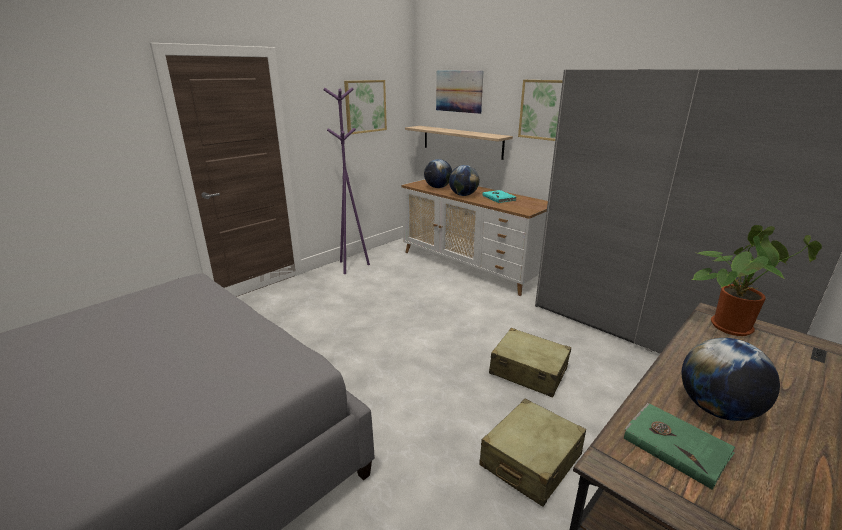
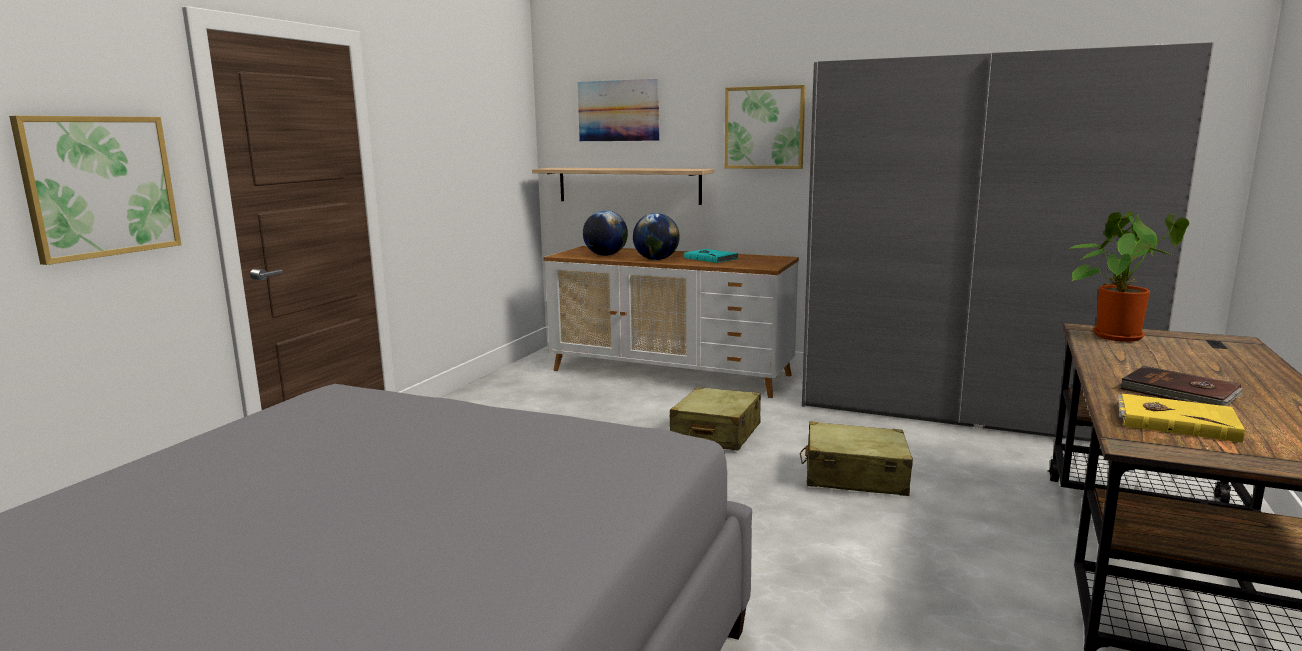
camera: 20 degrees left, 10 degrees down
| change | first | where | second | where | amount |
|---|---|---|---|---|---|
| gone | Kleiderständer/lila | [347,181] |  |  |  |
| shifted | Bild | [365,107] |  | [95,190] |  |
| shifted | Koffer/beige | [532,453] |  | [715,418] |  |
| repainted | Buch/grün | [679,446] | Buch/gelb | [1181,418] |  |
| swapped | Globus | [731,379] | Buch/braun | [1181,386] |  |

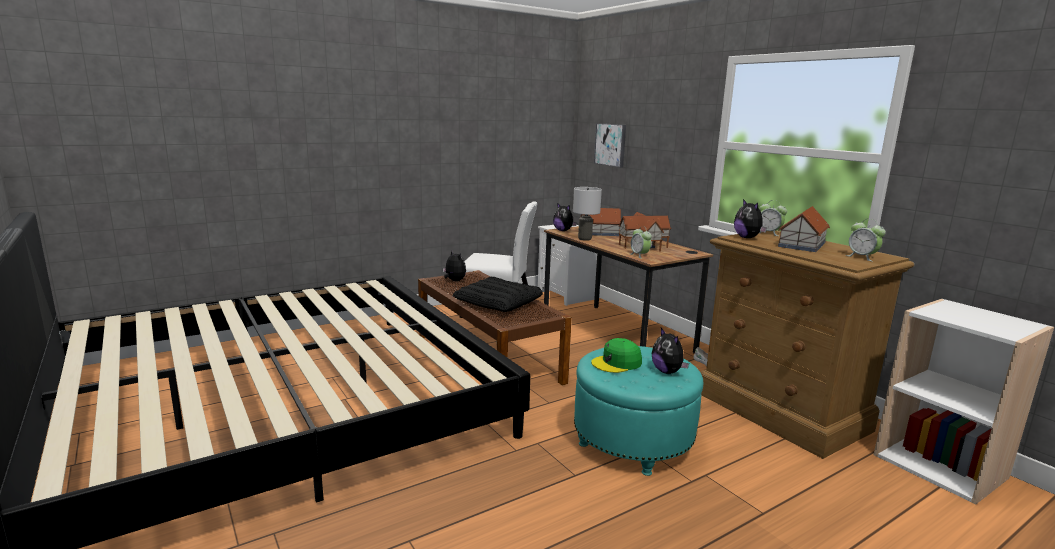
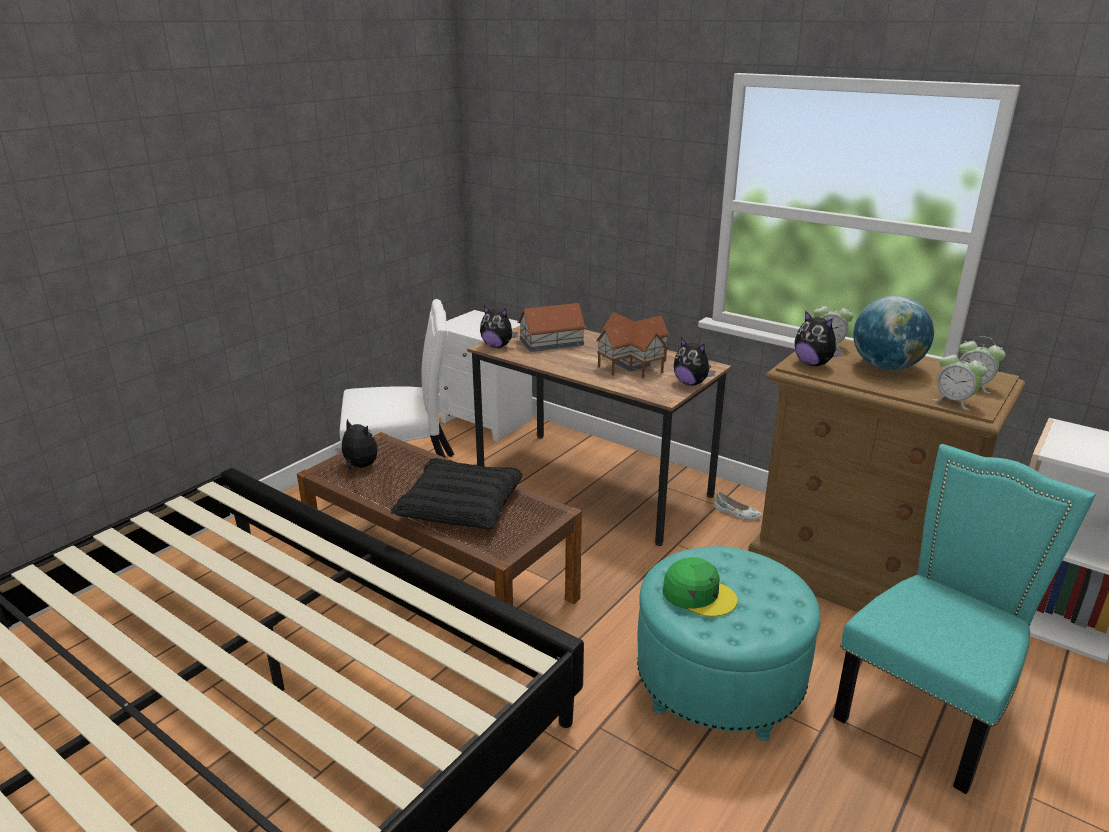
camera: 20 degrees left, 10 degrees up
| change | first | where | second | where | amount |
|---|---|---|---|---|---|
| gone | Tischlampe/weiß | [587,214] |  |  |  |
| rotated | Kappe/grün | [616,355] |  | [700,587] | 105 degrees counterclockwise |
| gone | Bild | [610,145] |  |  |  |
| shifted | Wecker | [641,242] |  | [959,380] |  |
| shifted | Plüschtier | [670,351] |  | [694,361] |  |
| swapped | Spielzeughaus | [804,229] | Globus | [893,333] |  |
| new |  |  | Stuhl/türkis | [964,619] |  |

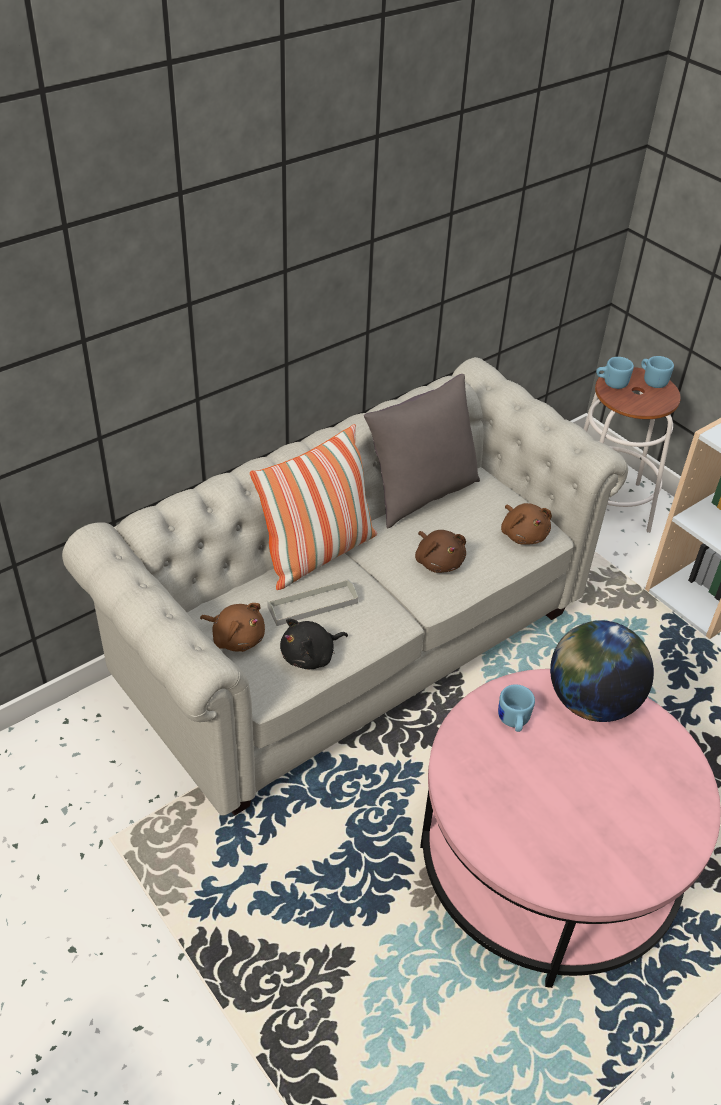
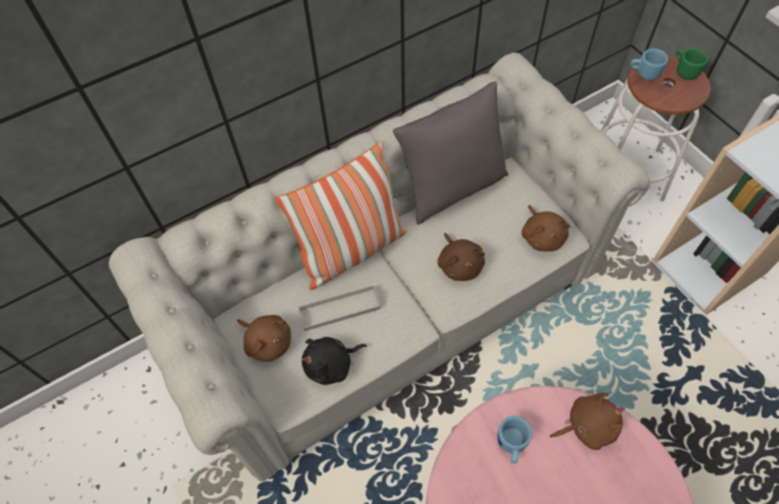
camera: 10 degrees right, 15 degrees up
| change | first | where | second | where | amount |
|---|---|---|---|---|---|
| swapped | Globus | [602,671] | Plüschtier/braun | [587,421] |  |
| repainted | Henkelbecher/blau | [657,372] | Henkelbecher/grün | [692,64] |  |

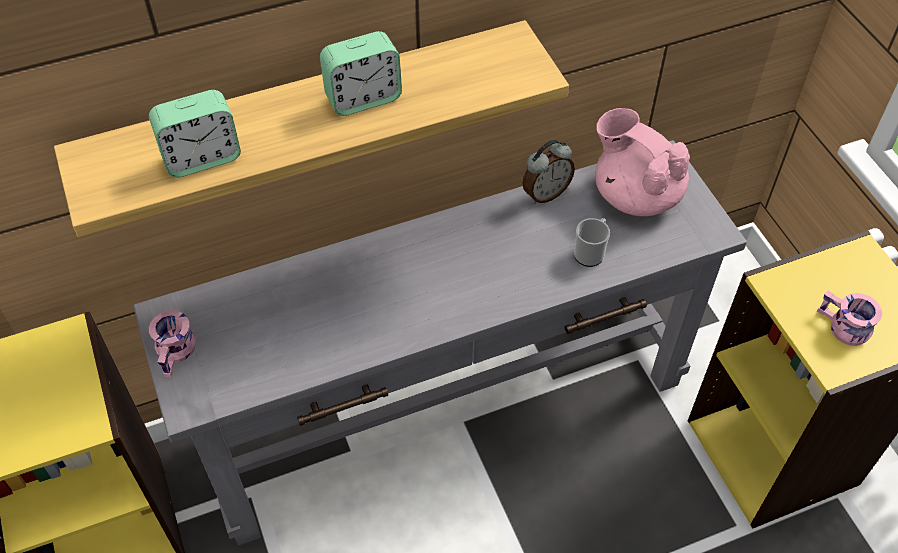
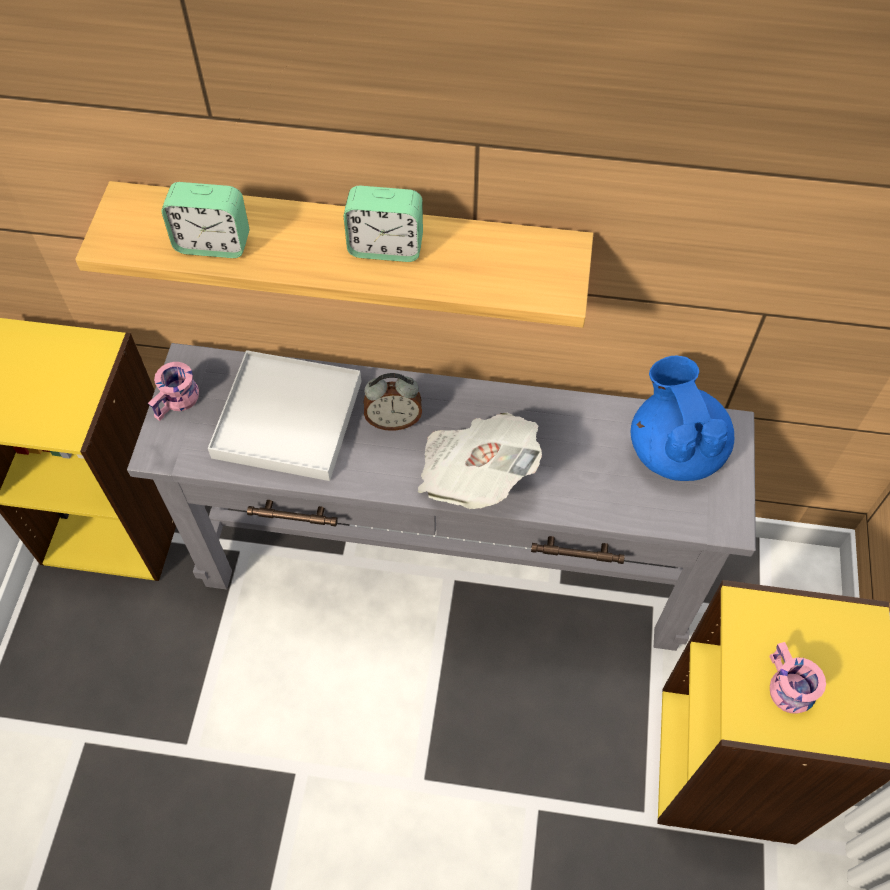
camera: 30 degrees right, 5 degrees up
| change | first | where | second | where | amount |
|---|---|---|---|---|---|
| shifted | Wecker | [548,172] |  | [393,402] |  |
| gone | Henkelbecher | [592,242] |  |  |  |
| repainted | Teekanne/rosa | [642,162] | Teekanne/blau | [682,418] |  |
| new |  |  | Tablett/weiß | [284,415] |  |
| new |  |  | Zeitung | [480,460] |  |

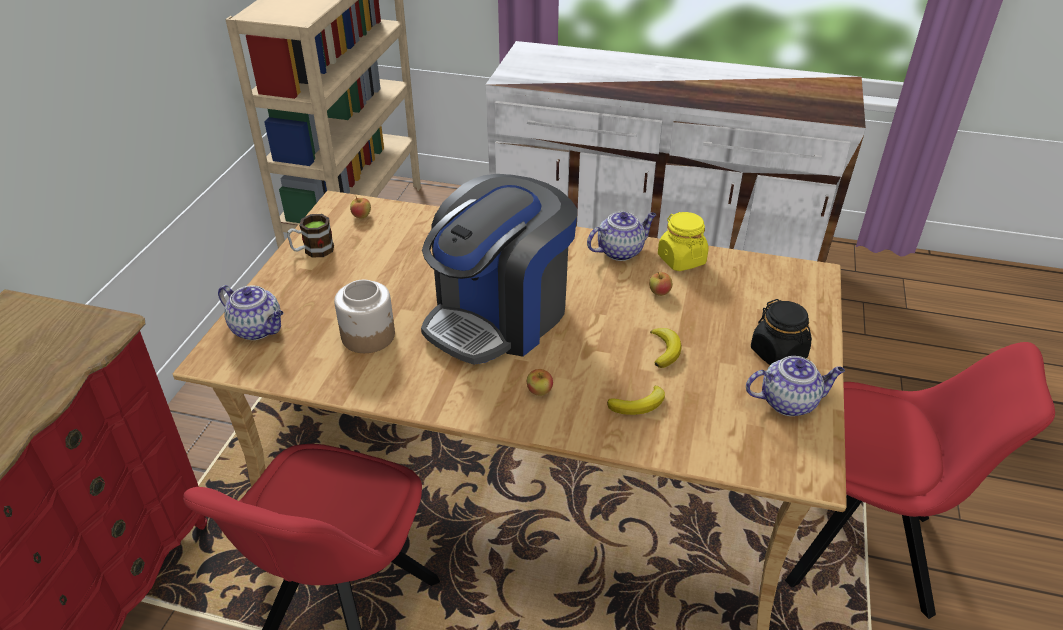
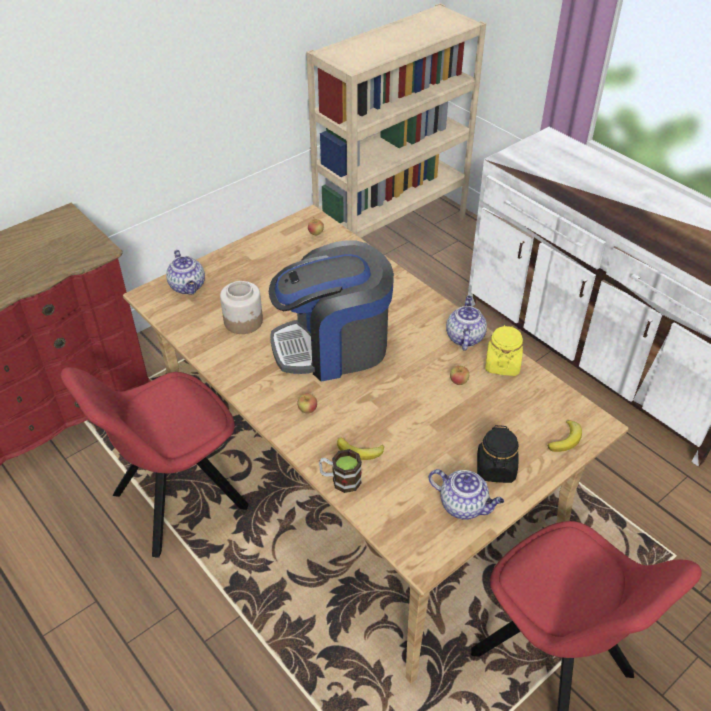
camera: 35 degrees right, 5 degrees up
| change | first | where | second | where | amount |
|---|---|---|---|---|---|
| shifted | Henkelbecher | [310,235] |  | [340,471] |  |
| rotated | Teekanne | [622,236] |  | [466,322] | 90 degrees counterclockwise |
| shifted | Banane | [665,348] |  | [565,436] |  |

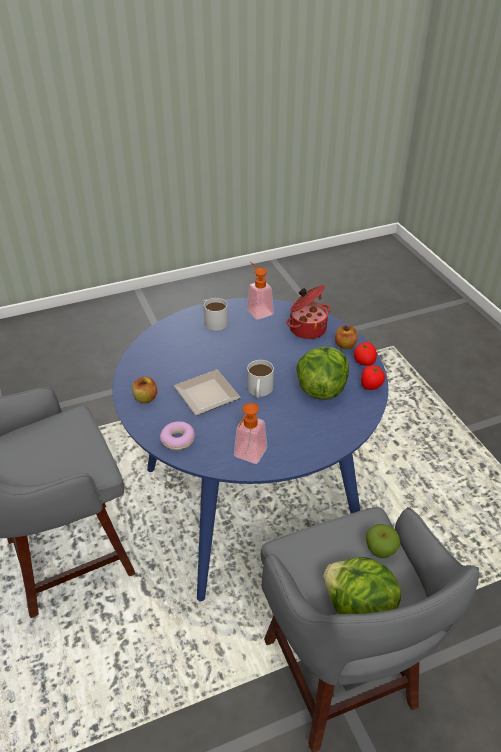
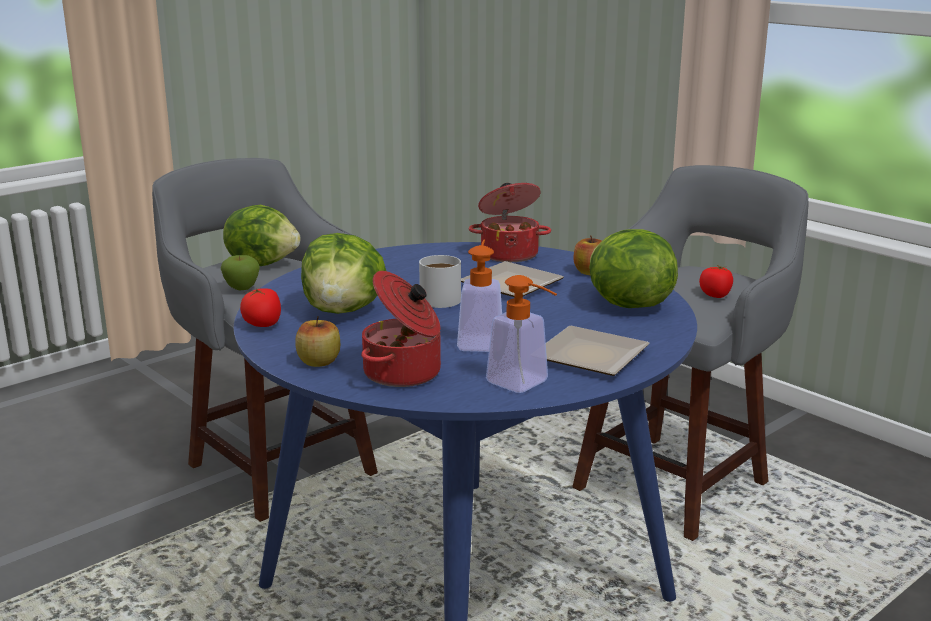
camera: 160 degrees right, 20 degrees down
| change | first | where | second | where | amount |
|---|---|---|---|---|---|
| swapped | Donut | [177,435] | Kochtopf | [510,222] |  |
| swapped | Henkelbecher/weiß | [215,314] | Teller | [598,351] |  |
| shifted | Seifenspender | [250,433] |  | [479,296] |  |
| shifted | Tomate | [365,354] |  | [716,281] |  |
| new |  |  | Salatkopf | [633,268] |  |

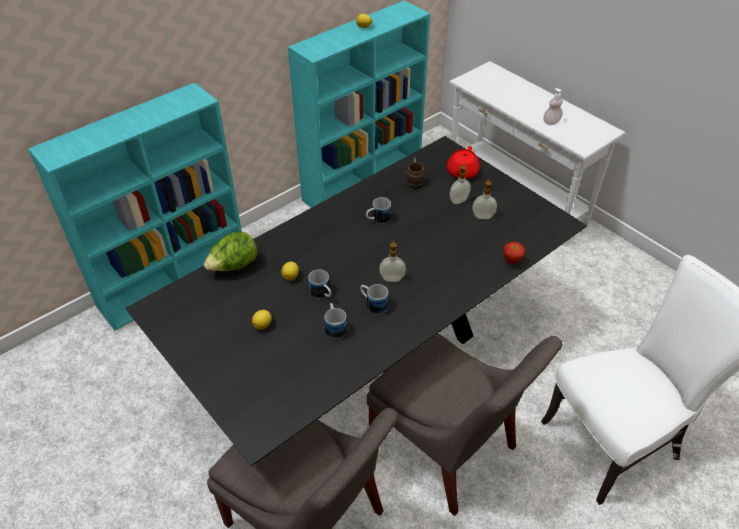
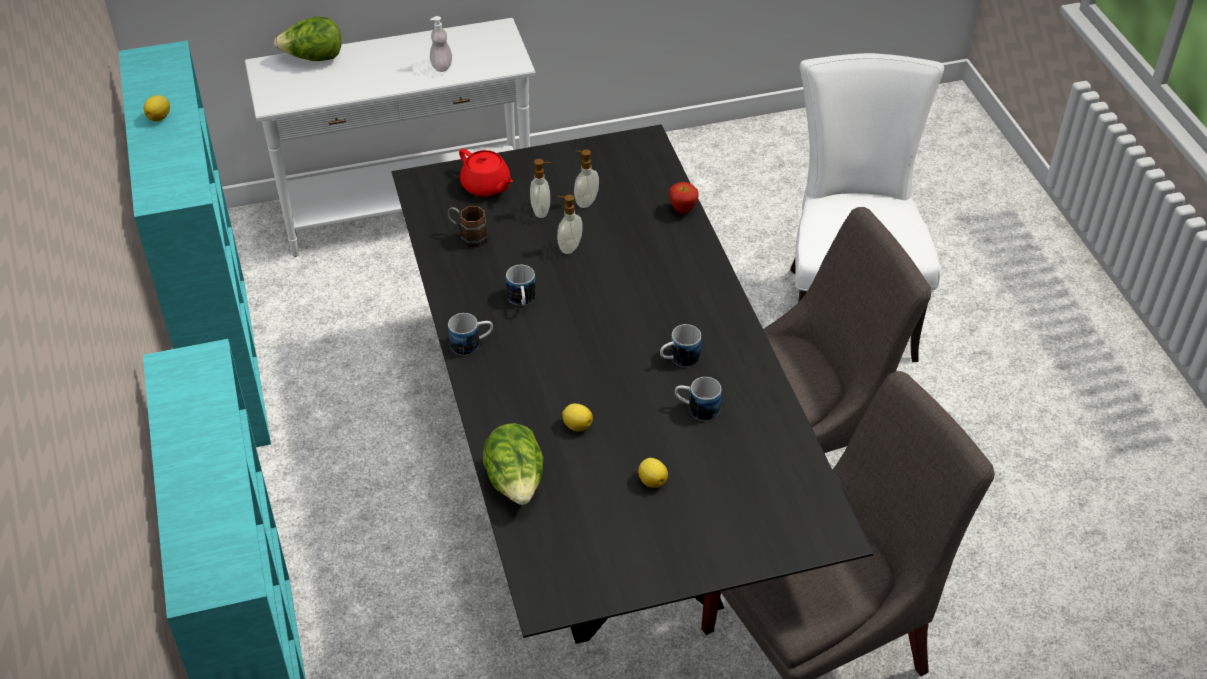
camera: 65 degrees left, 0 degrees up
| change | first | where | second | where | amount |
|---|---|---|---|---|---|
| shifted | Henkelbecher | [319,284] |  | [470,334] |  |
| shifted | Seifenspender | [392,261] |  | [570,224] |  |
| new |  |  | Salatkopf | [307,39] |  |

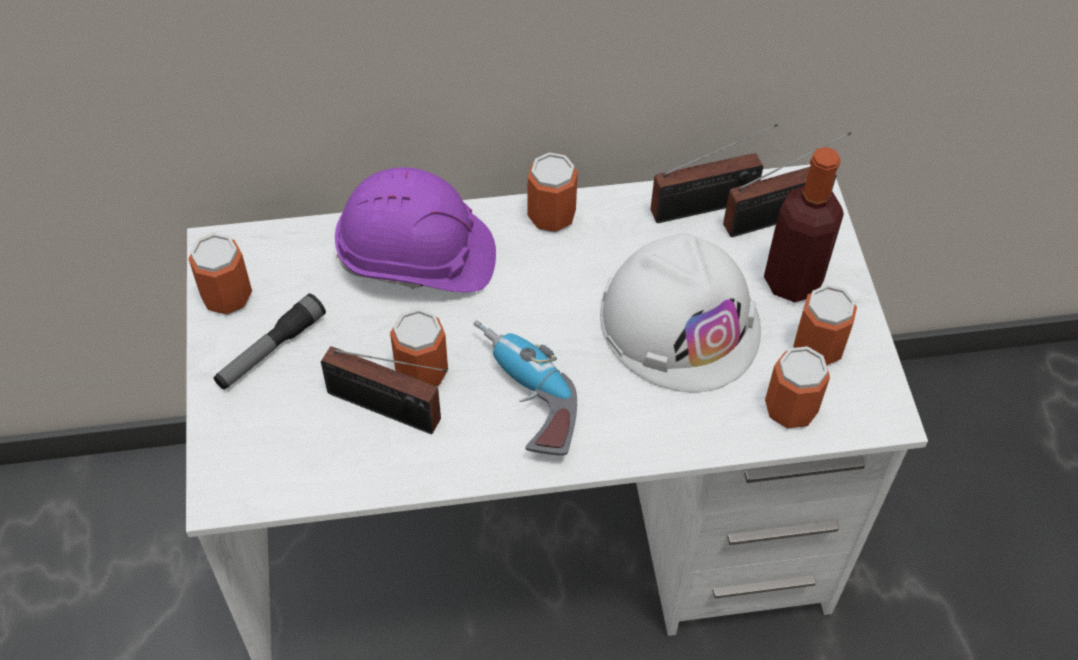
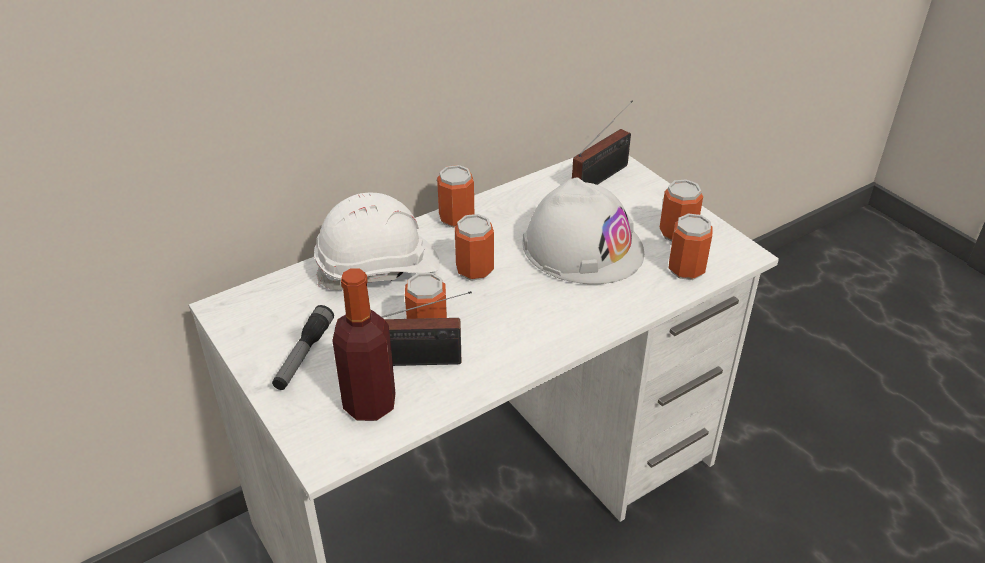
camera: 25 degrees left, 15 degrees down
| change | first | where | second | where | amount |
|---|---|---|---|---|---|
| shifted | Dose | [220,274] |  | [474,247] |  |
| repainted | Schutzhelm/lila | [415,229] | Schutzhelm/weiß | [377,241] |  |
| gone | Bohrmaschine | [525,388] |  |  |  |
| gone | Radio | [714,173] |  |  |  |
| shifted | Flasche | [804,225] |  | [364,344] |  |

